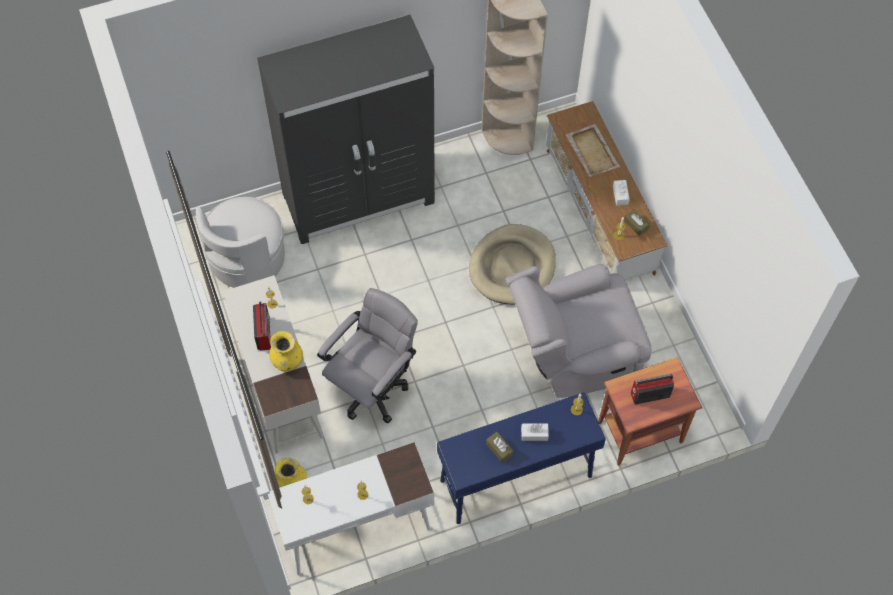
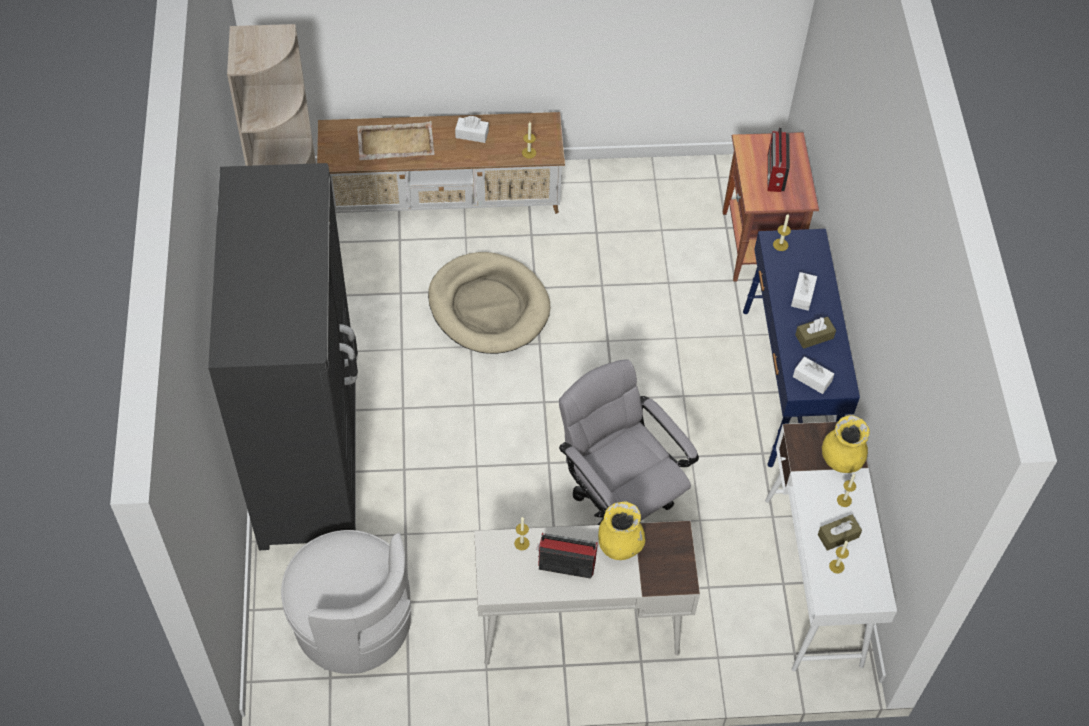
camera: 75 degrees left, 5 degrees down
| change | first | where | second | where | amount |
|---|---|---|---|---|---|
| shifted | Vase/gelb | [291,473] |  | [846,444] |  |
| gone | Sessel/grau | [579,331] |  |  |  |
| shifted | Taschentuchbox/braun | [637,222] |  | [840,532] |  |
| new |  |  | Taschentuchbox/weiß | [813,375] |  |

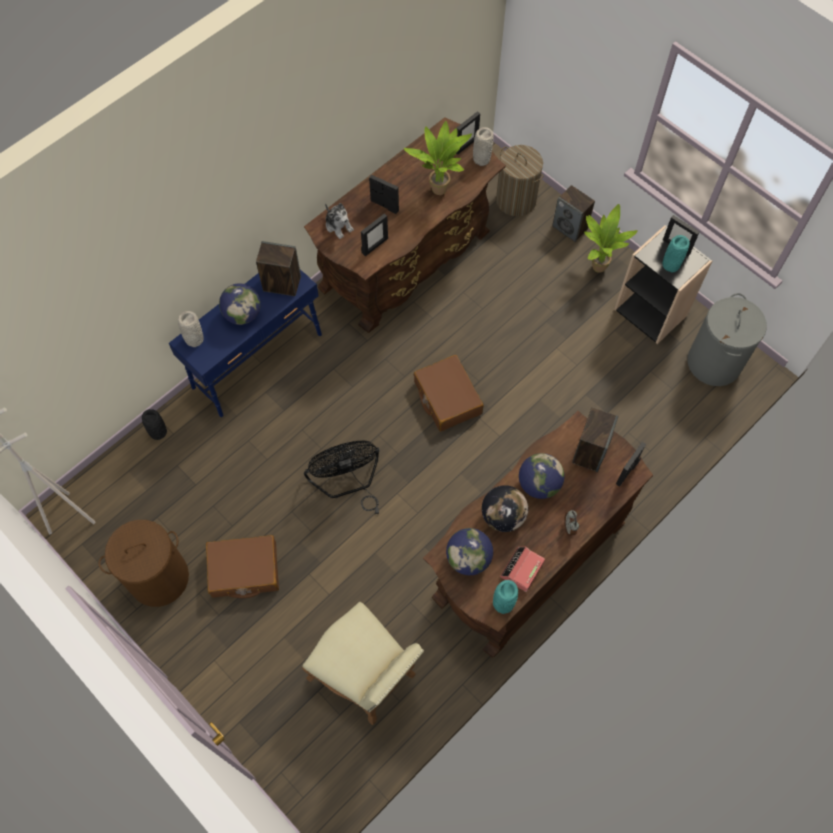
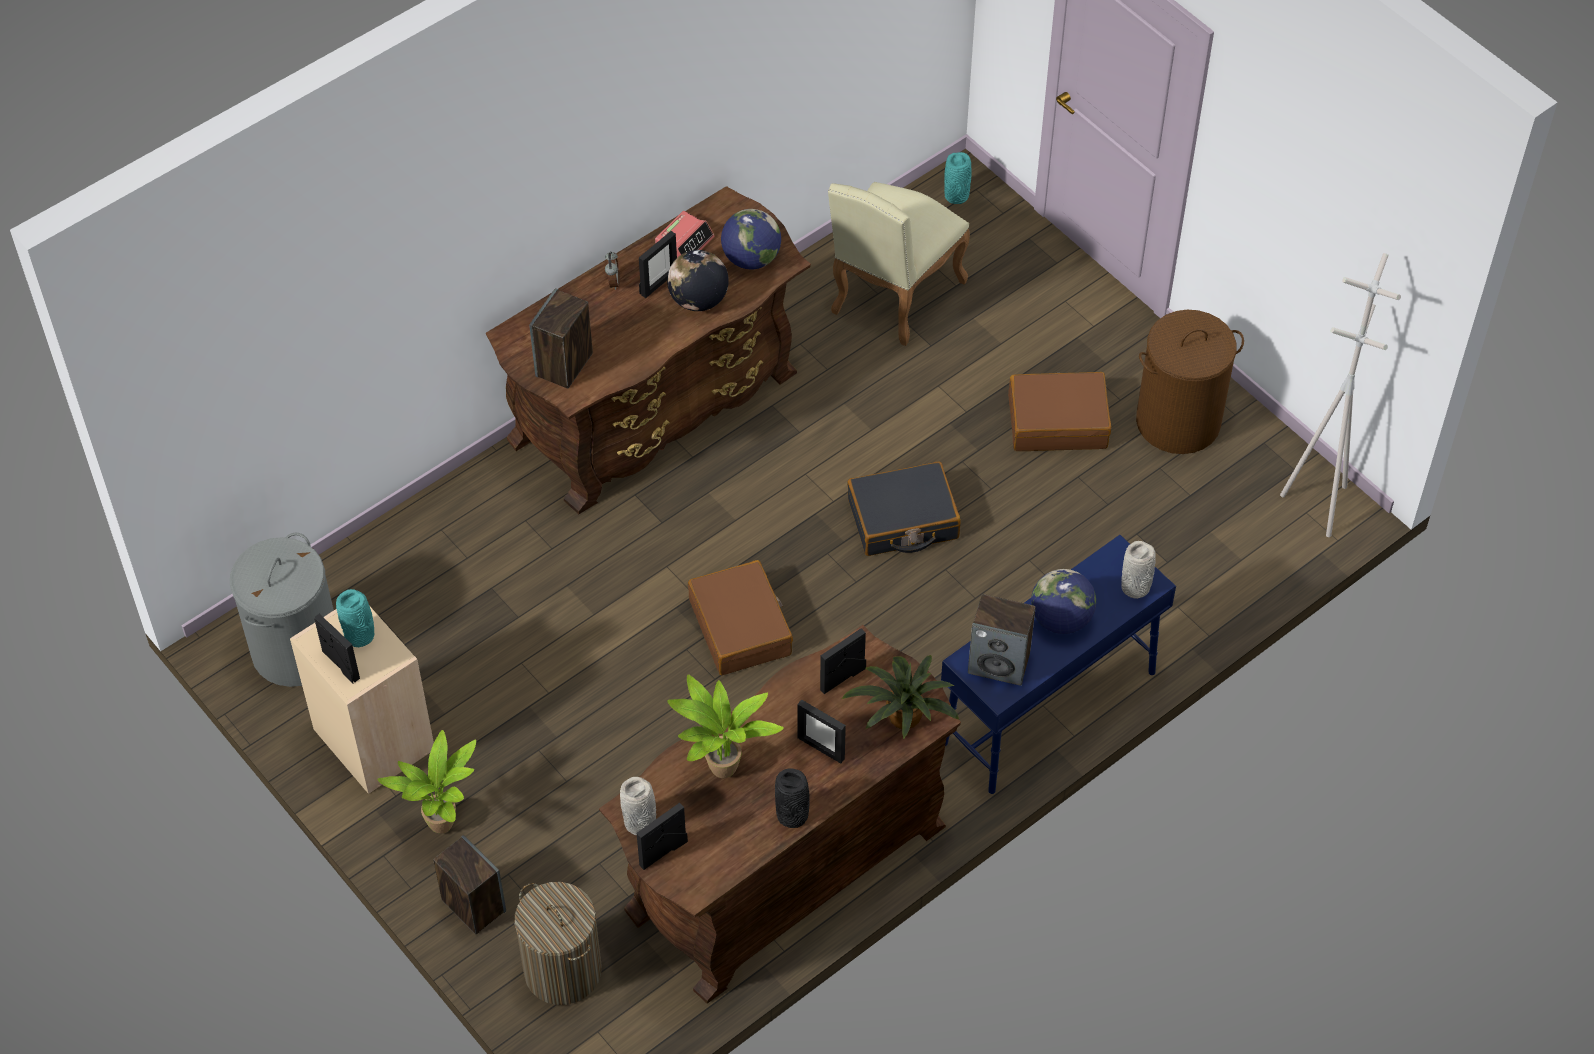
camera: 175 degrees left, 10 degrees down
| change | first | where | second | where | amount |
|---|---|---|---|---|---|
| shifted | Vase/schwarz | [154,424] |  | [792,798] |  |
| rotated | Stuhl/beige | [363,663] |  | [899,264] | 105 degrees counterclockwise |
| swapped | Ventilator/schwarz | [342,478] | Koffer/schwarz | [904,508] |  |
| swapped | Plüschtier | [339,221] | Topfpflanze | [900,697] |  |
| shifted | Vase/türkis | [505,597] |  | [958,178] |  |
| gone | Globus | [542,476] |  |  |  |
| repainted | Bücherregal/schwarz | [663,284] | Bücherregal/beige | [362,700] |  |
| shifted | Bilderrahmen | [631,464] |  | [658,264] |  |

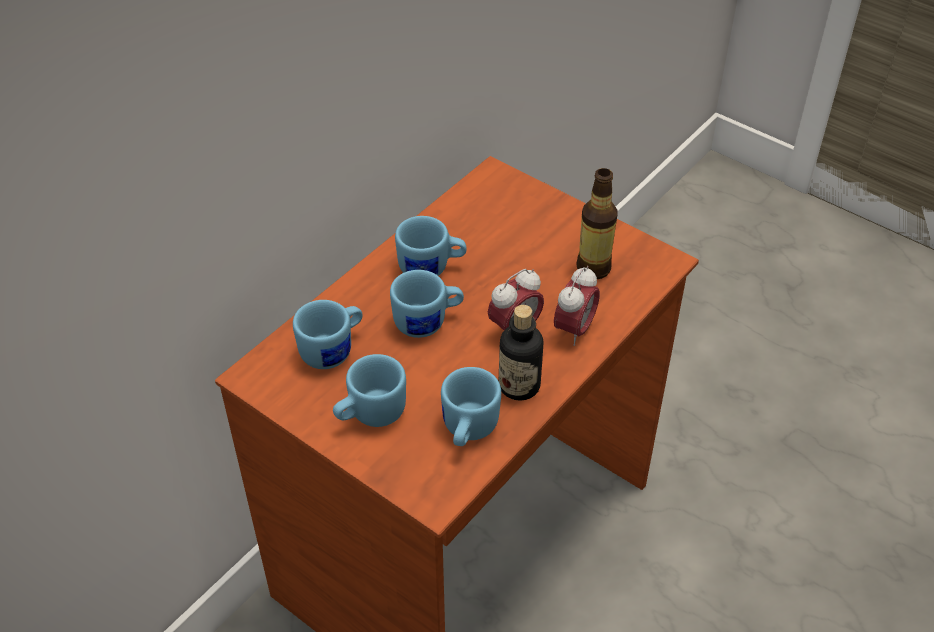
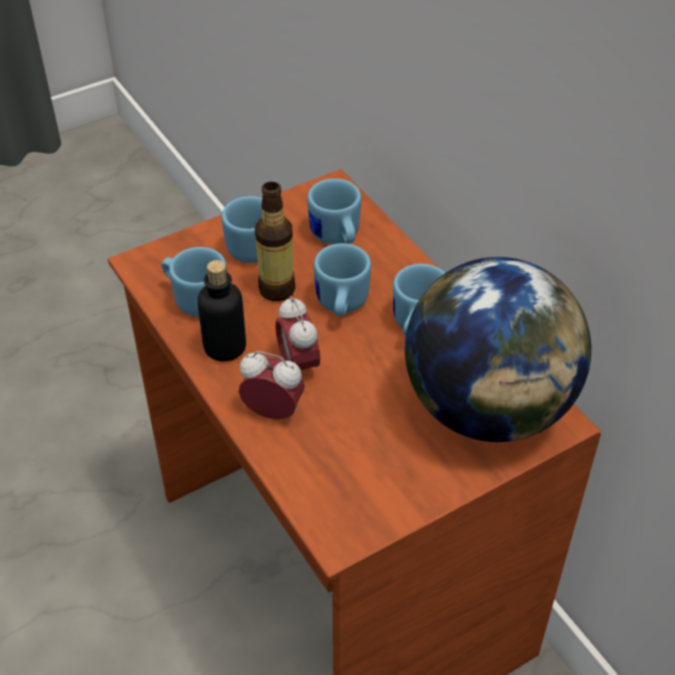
camera: 110 degrees right, 0 degrees up
| change | first | where | second | where | amount |
|---|---|---|---|---|---|
| rotated | Wecker | [577,306] |  | [272,385] | 150 degrees clockwise |
| shifted | Flasche | [597,223] |  | [275,241] |  |
| new |  |  | Globus | [498,349] |  |

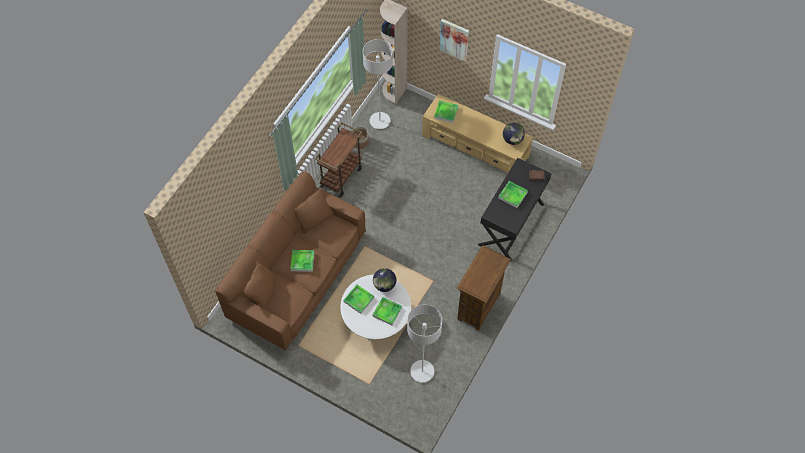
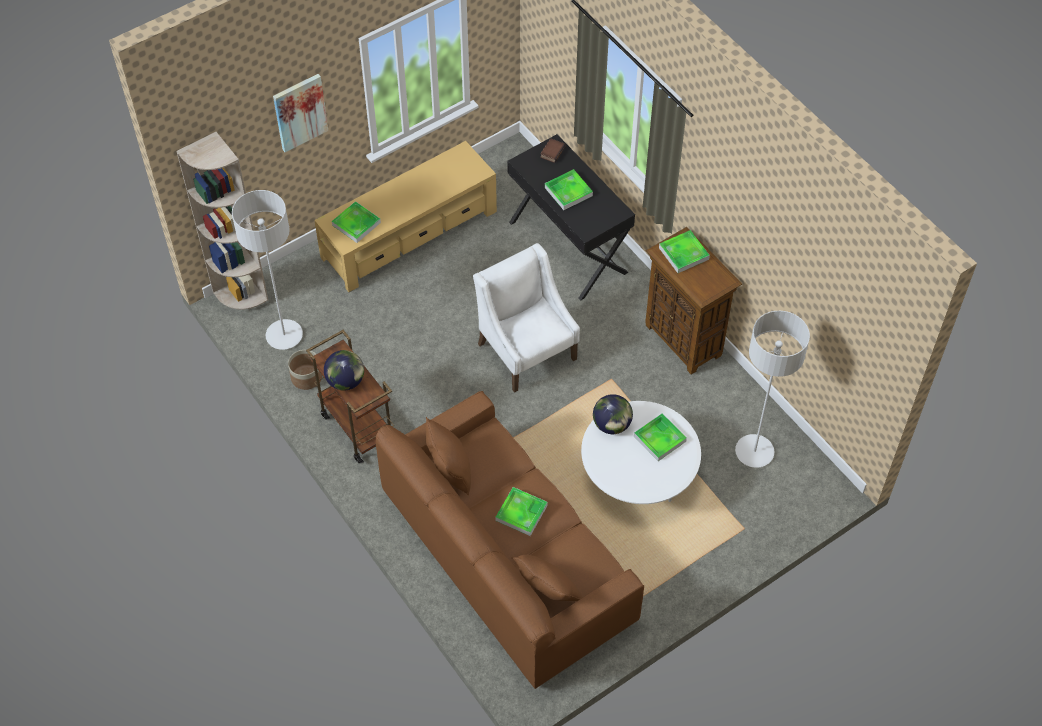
camera: 65 degrees left, 5 degrees down
| change | first | where | second | where | amount |
|---|---|---|---|---|---|
| shifted | Tablett | [358,299] |  | [684,251] |  |
| shifted | Globus | [514,134] |  | [344,370] |  |
| new |  |  | Sessel/weiß | [526,318] |  |

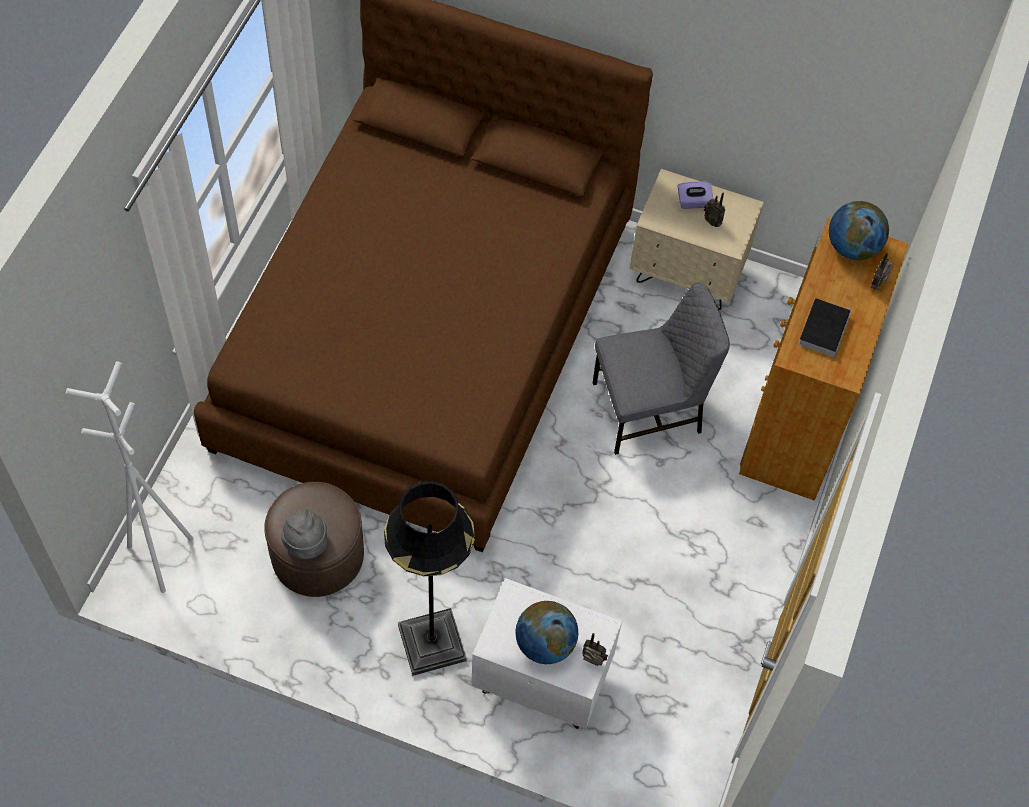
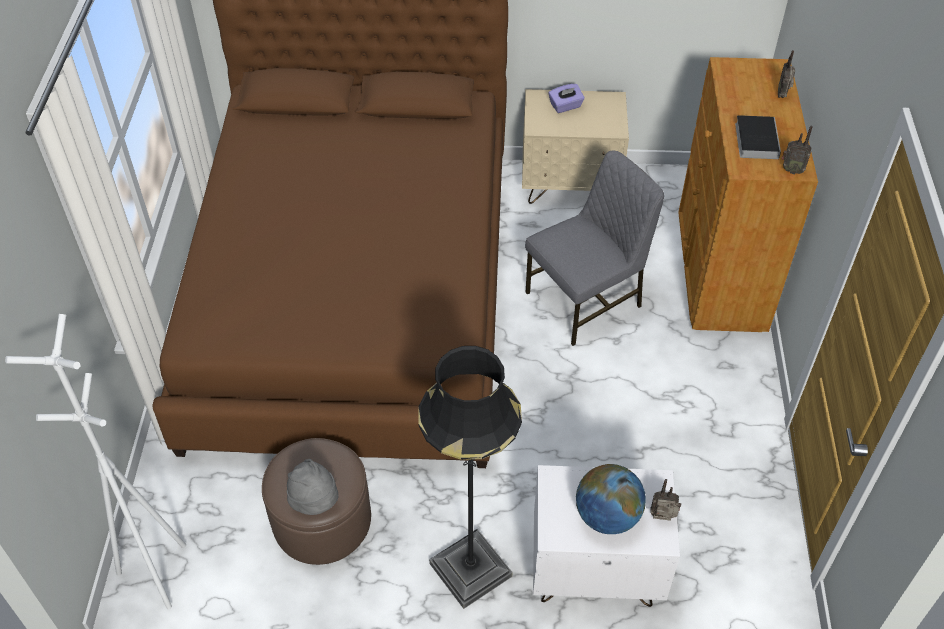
camera: 15 degrees left, 10 degrees down
| change | first | where | second | where | amount |
|---|---|---|---|---|---|
| shifted | Radio | [714,209] |  | [797,149] |  |
| gone | Globus | [859,230] |  |  |  |

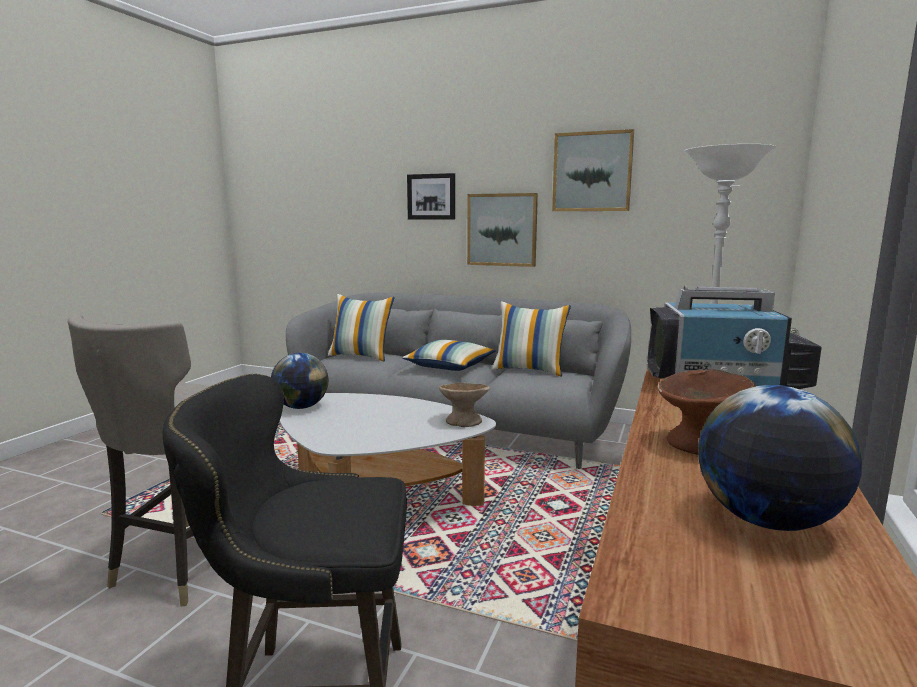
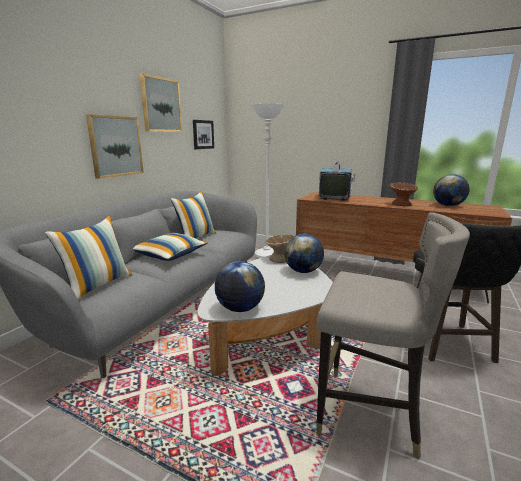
camera: 85 degrees left, 5 degrees up
| change | first | where | second | where | amount |
|---|---|---|---|---|---|
| shifted | Bild | [431,196] |  | [203,134] |  |
| new |  |  | Globus | [304,253] |  |

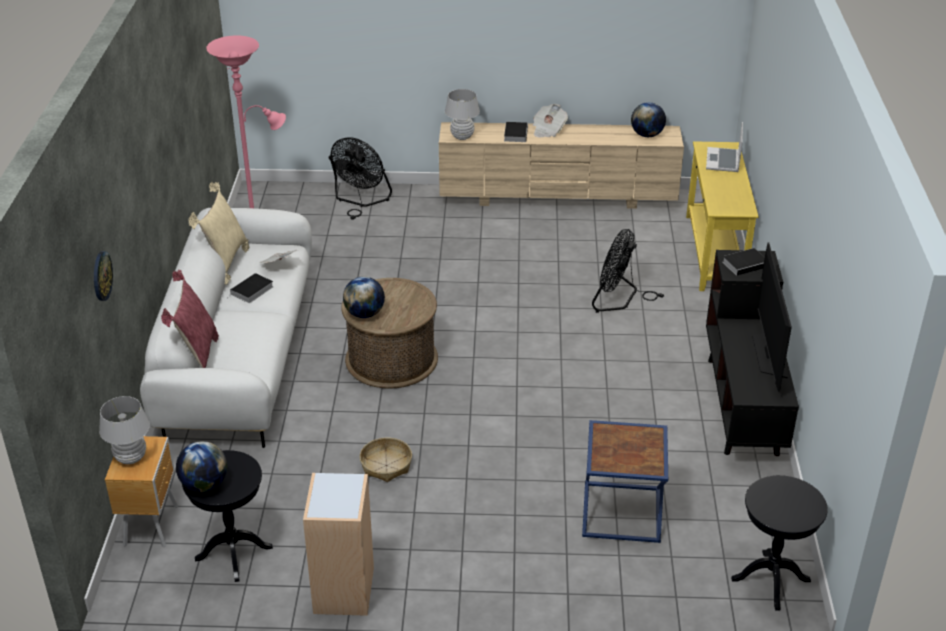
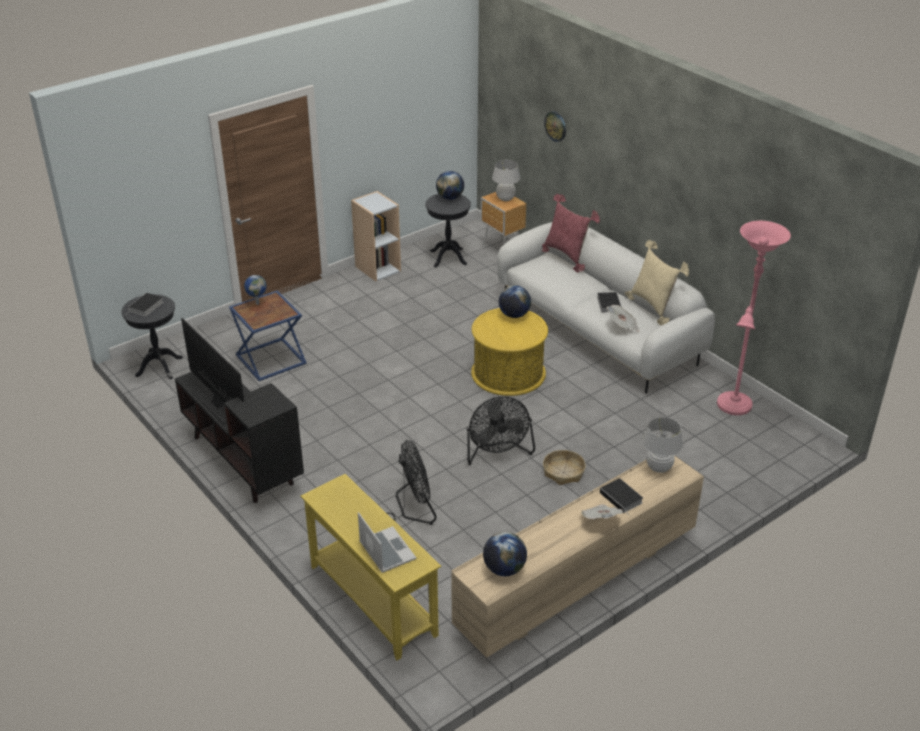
camera: 140 degrees right, 0 degrees up
| change | first | where | second | where | amount |
|---|---|---|---|---|---|
| shifted | Ventilator/schwarz | [360,178] |  | [501,430] |  |
| repainted | Couchtisch/braun | [389,333] | Couchtisch/gelb | [509,352] |  |
| shifted | Korb | [386,460] |  | [564,467] |  |
| shifted | Buch | [743,262] |  | [145,304] |  |
| new |  |  | Globus | [255,290] |  |

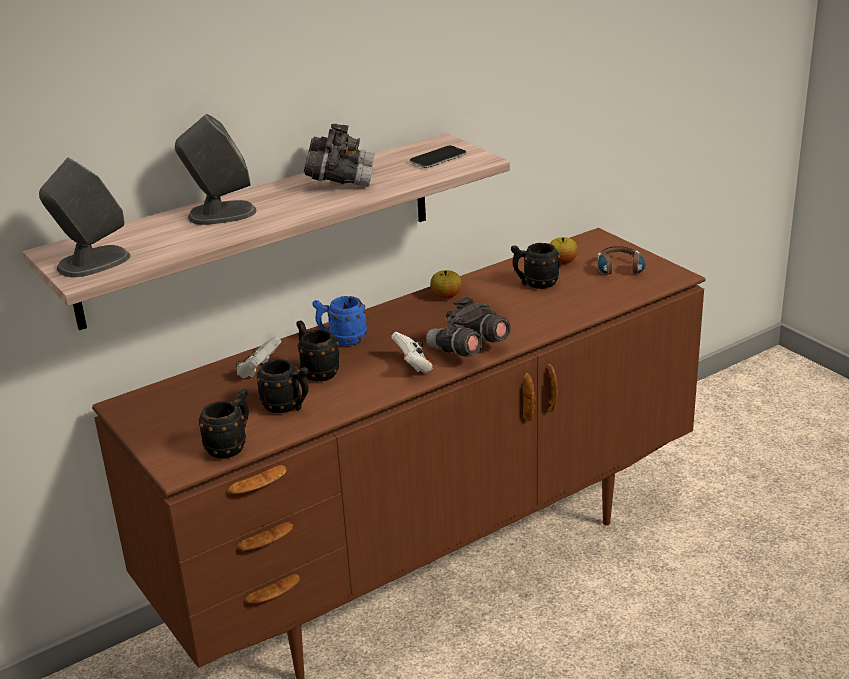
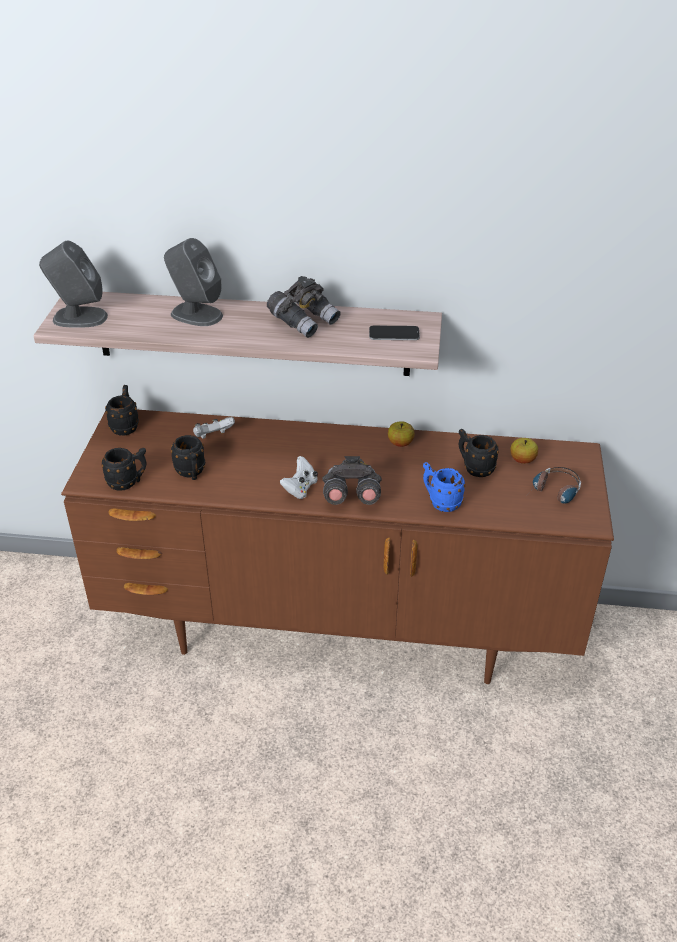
camera: 40 degrees right, 10 degrees up
| change | first | where | second | where | amount |
|---|---|---|---|---|---|
| shifted | Henkelbecher/schwarz | [318,350] |  | [122,410] |  |
| shifted | Henkelbecher/blau | [339,321] |  | [444,487] |  |

